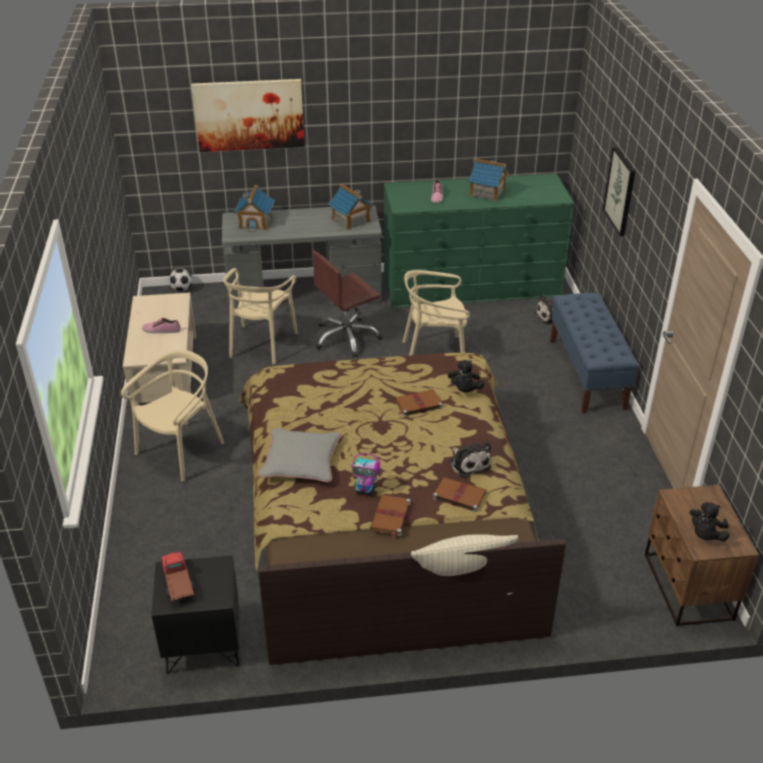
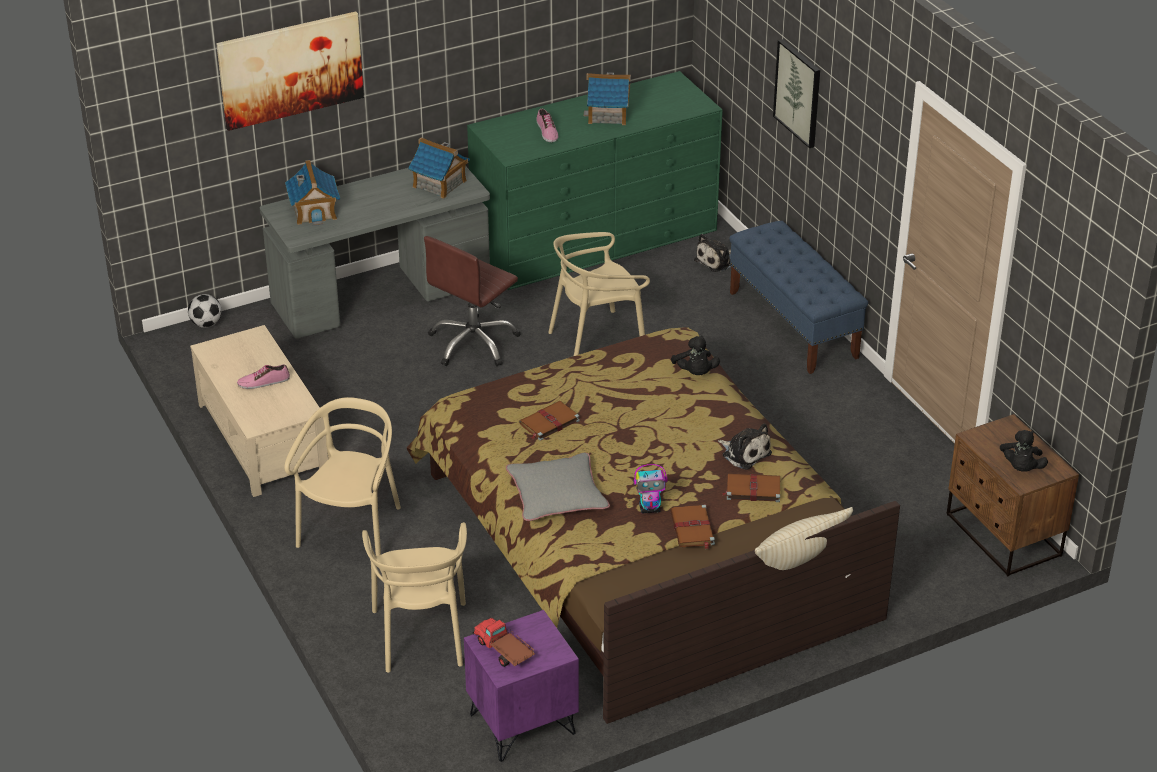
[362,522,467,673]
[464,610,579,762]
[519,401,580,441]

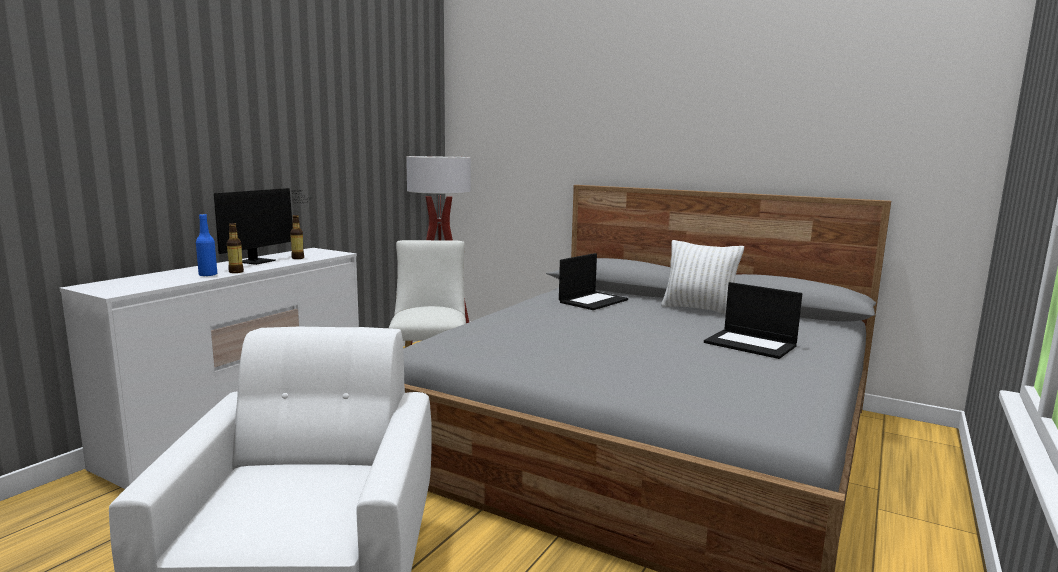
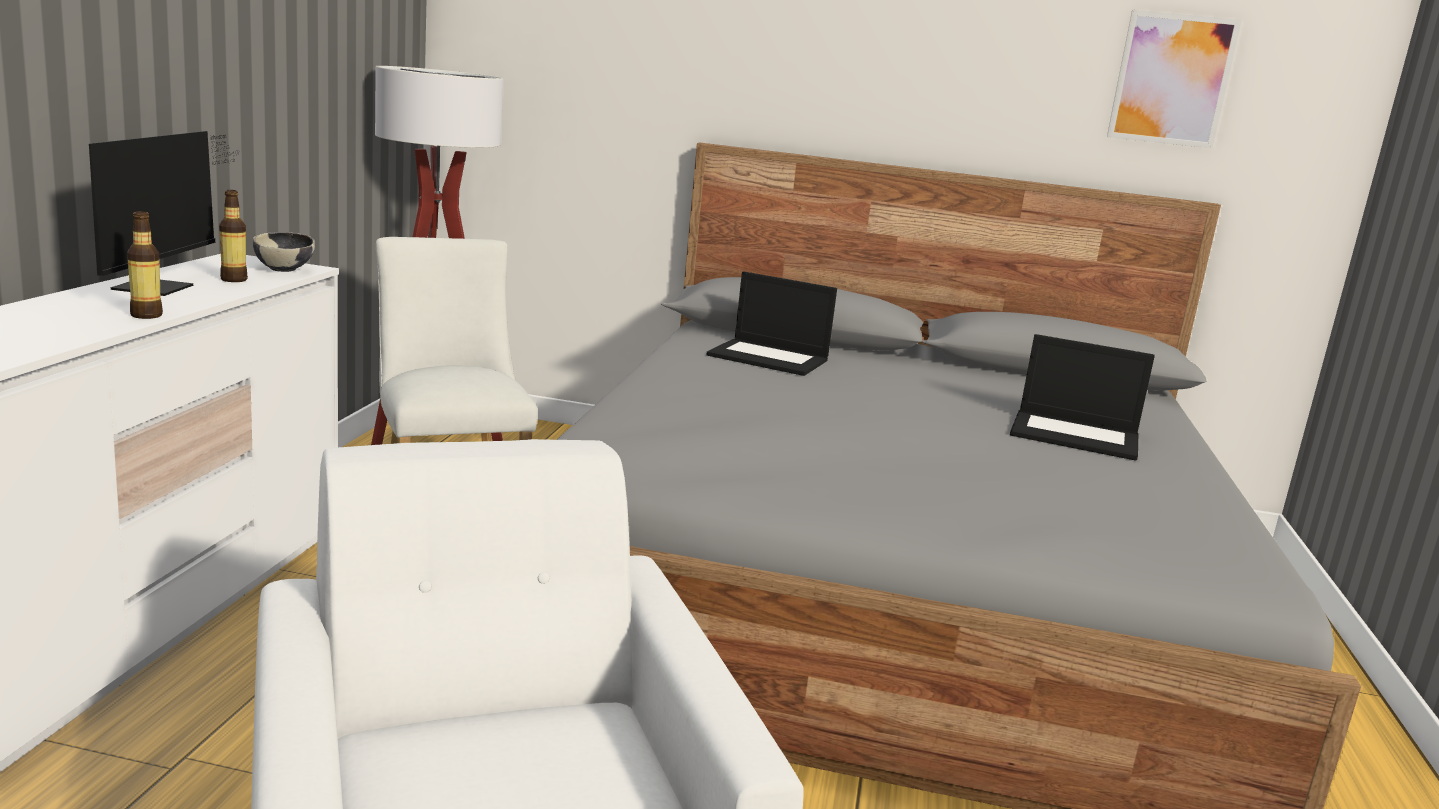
[253,232,315,272]
[707,271,837,376]
[1107,10,1242,149]
[196,214,217,276] (first image)
[661,240,744,315] (first image)

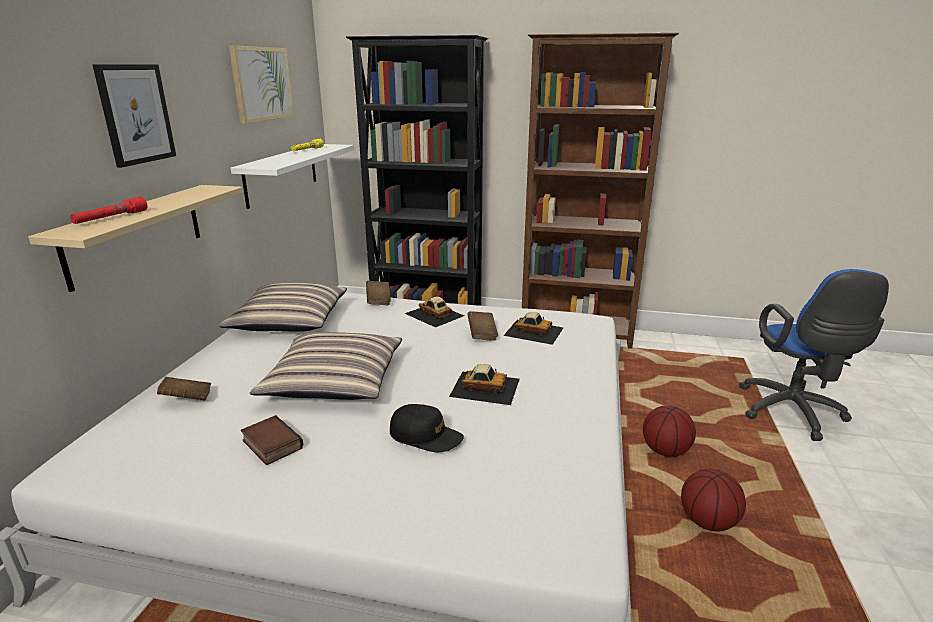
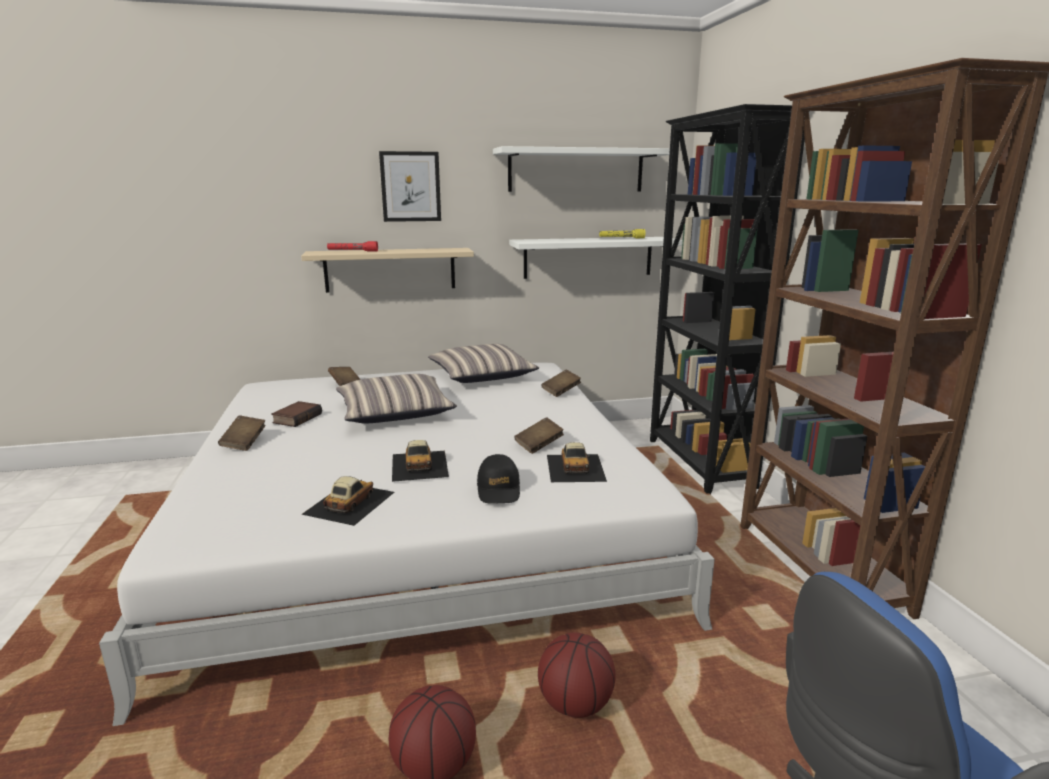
[218,416,266,451]
[301,476,394,526]
[477,454,520,504]
[493,146,670,192]

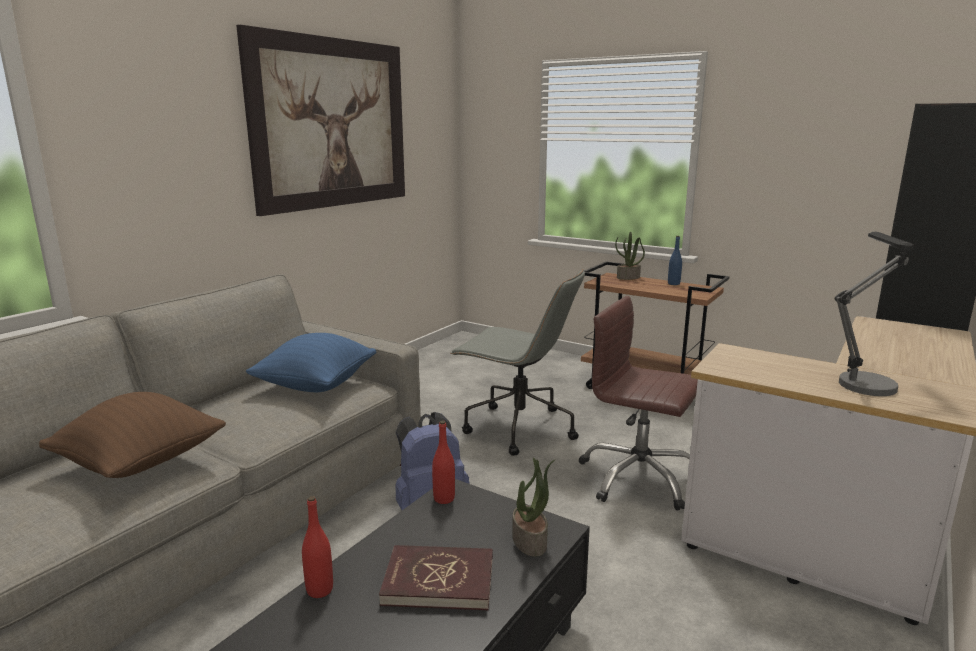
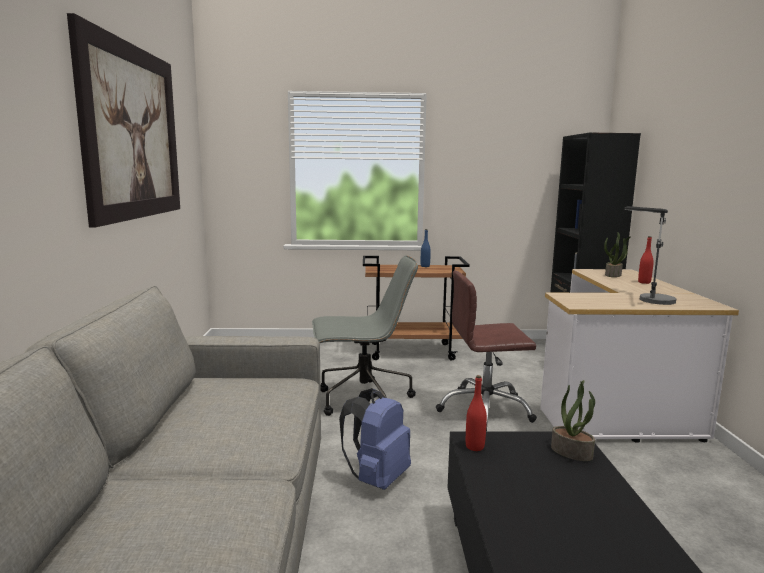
[604,232,630,277]
[638,236,654,284]
[39,392,226,478] (first image)
[246,333,377,392] (first image)
[379,545,493,610] (first image)

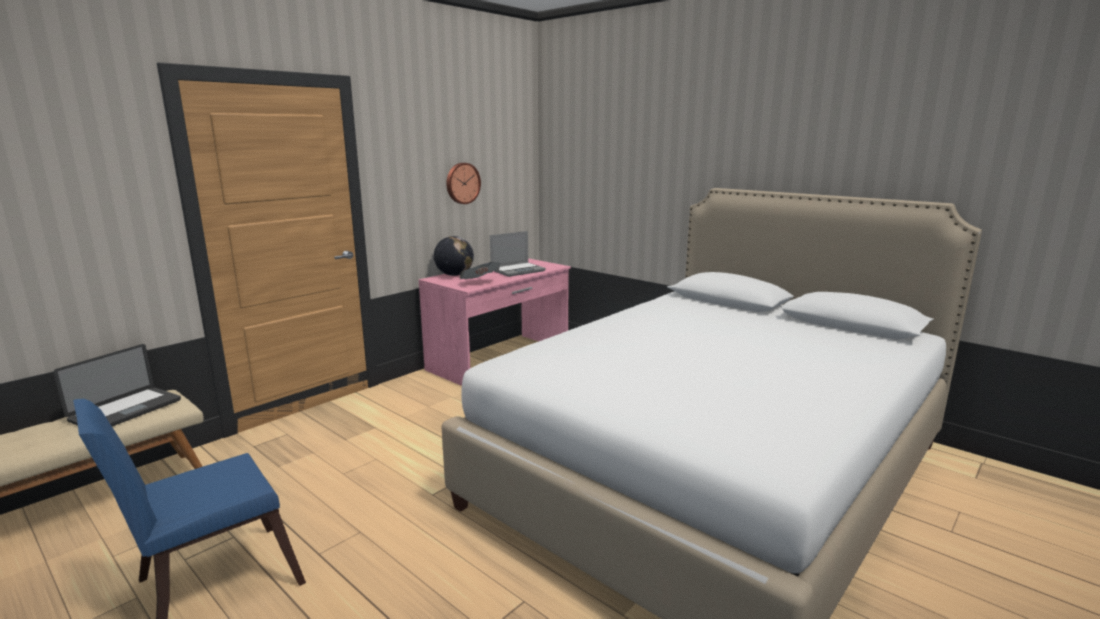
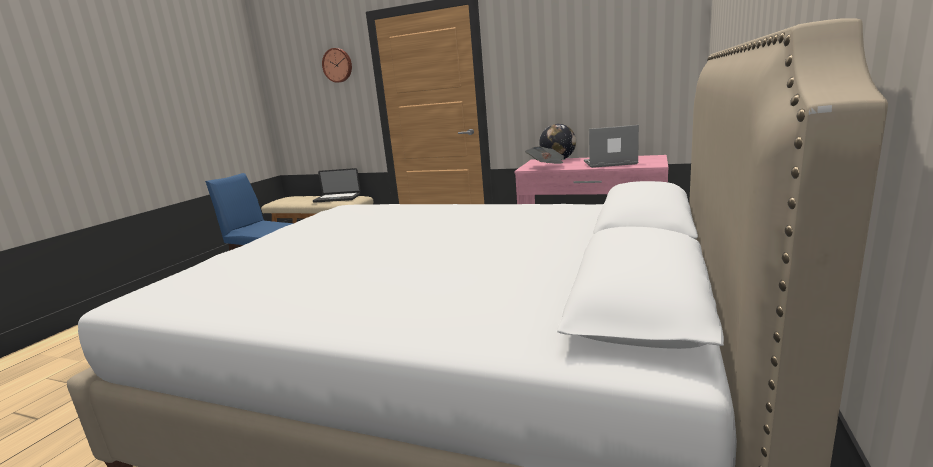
[322,48,352,83]
[584,125,639,168]

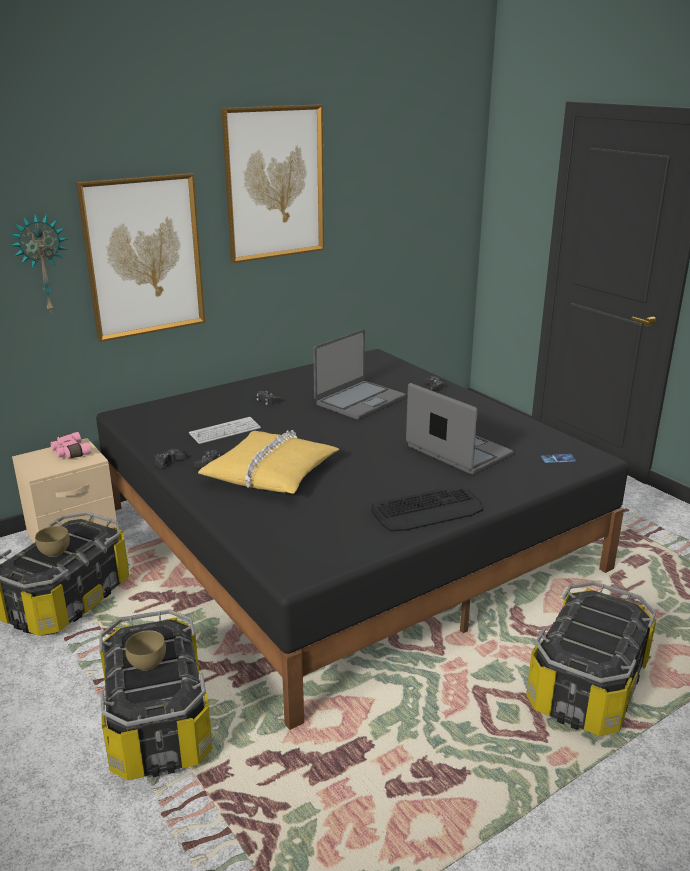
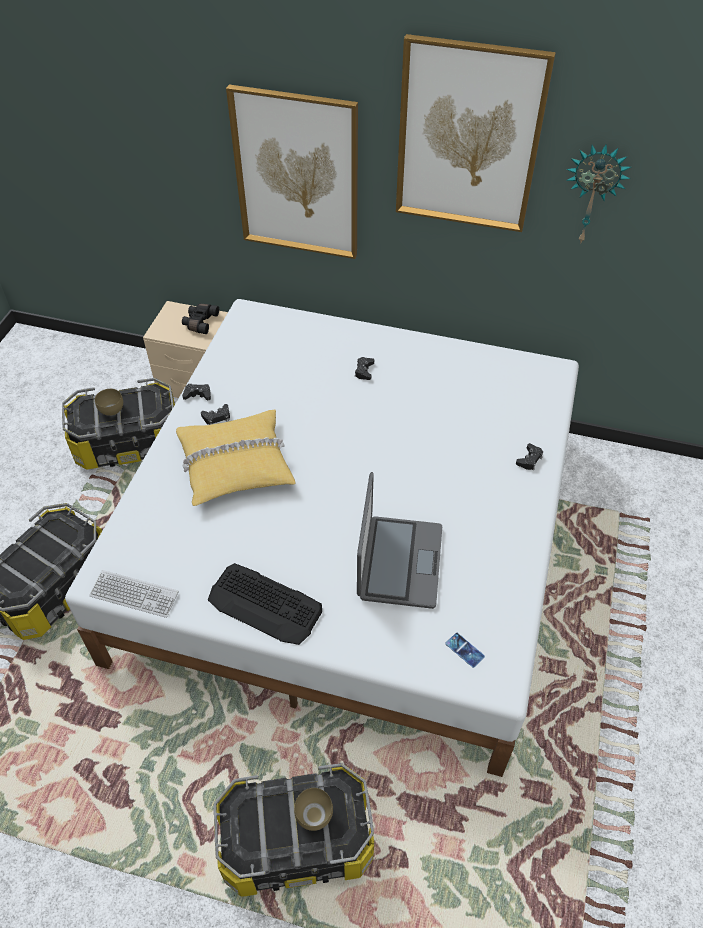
[65,299,579,777]
[89,570,179,618]
[182,304,219,334]
[294,788,333,831]
[566,145,631,244]
[313,329,406,420] (first image)

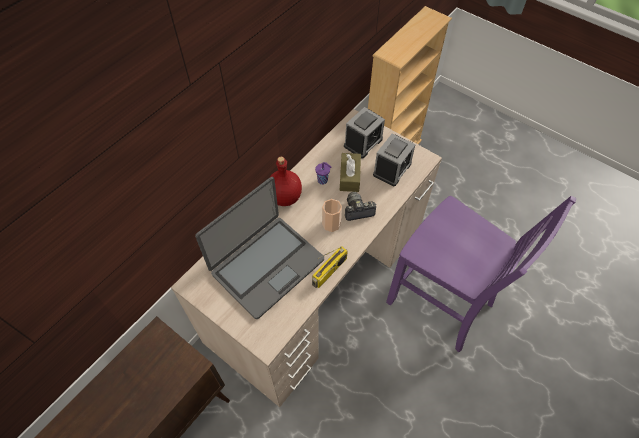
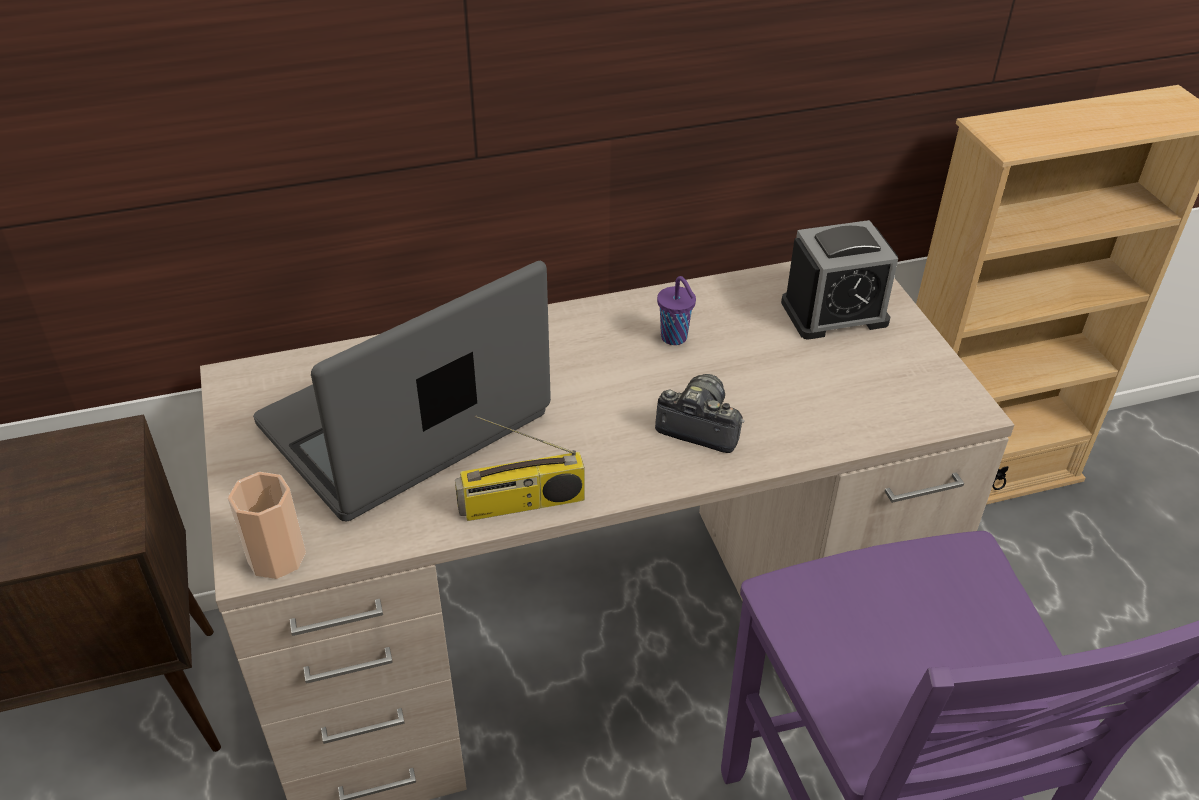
[228,472,306,579]
[253,260,551,521]
[269,157,302,206] (first image)
[339,153,361,192] (first image)
[373,133,415,186] (first image)

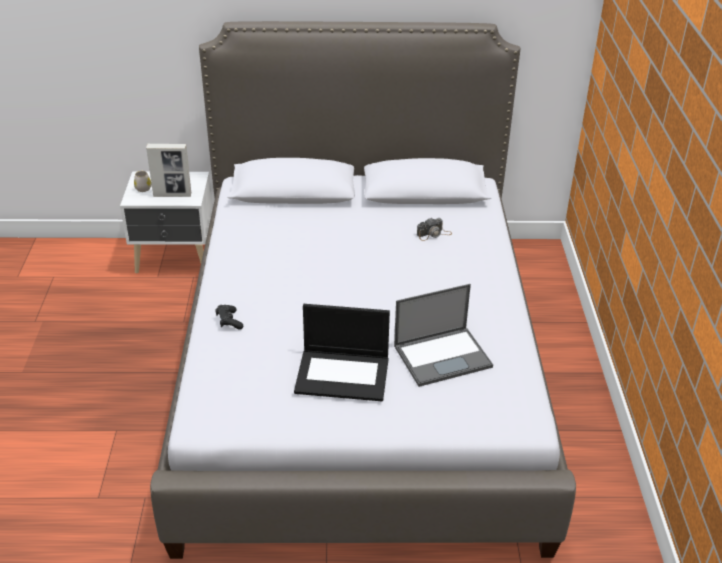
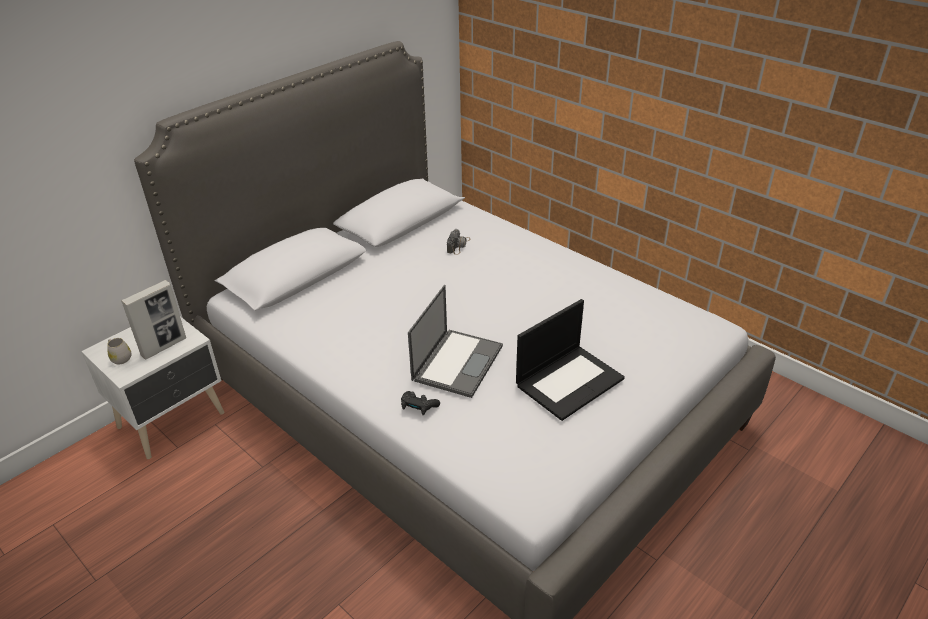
[408,285,503,398]

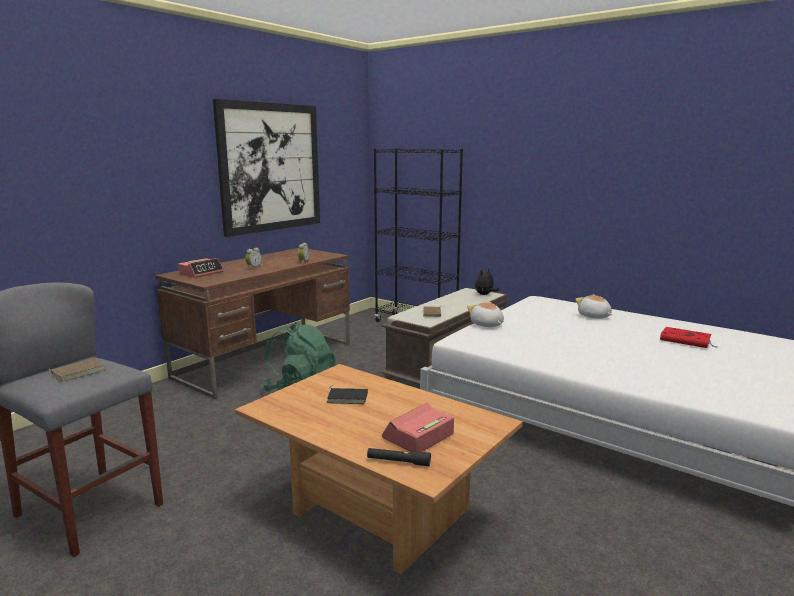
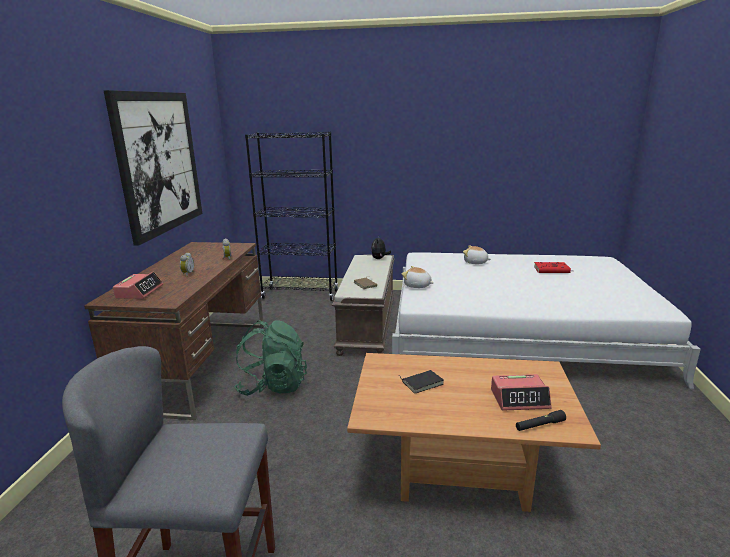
[491,374,552,411]
[49,359,105,382] (first image)

